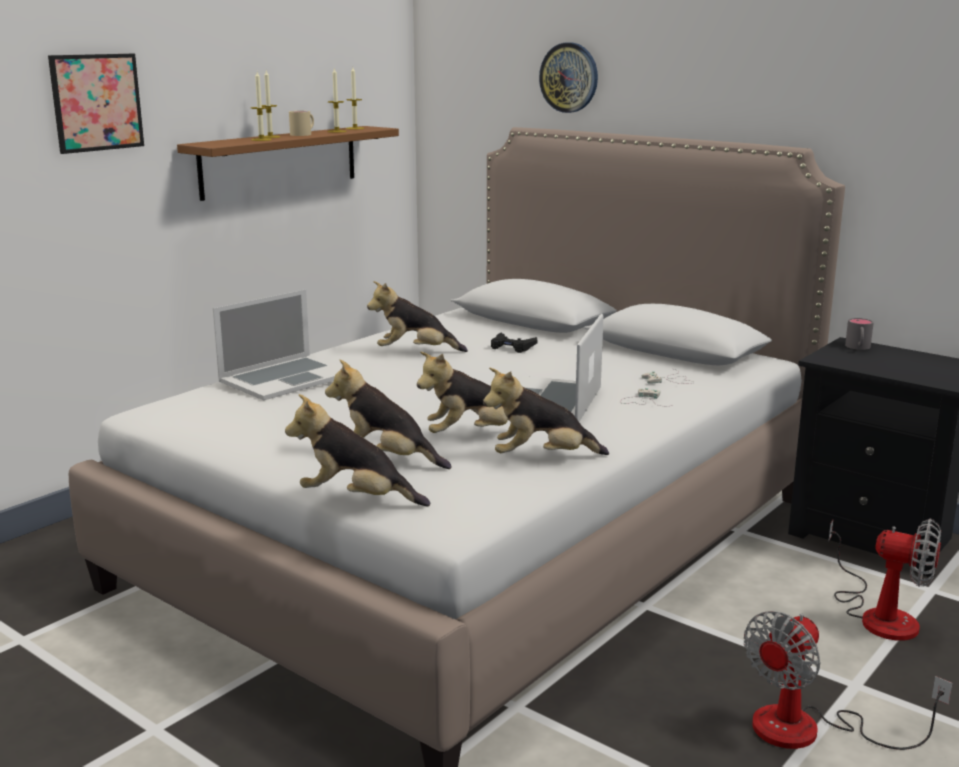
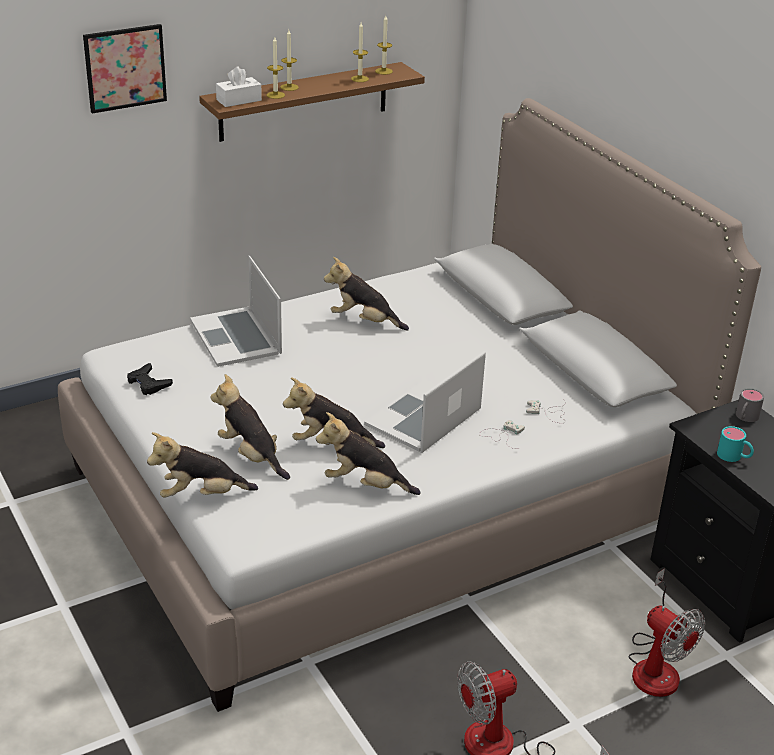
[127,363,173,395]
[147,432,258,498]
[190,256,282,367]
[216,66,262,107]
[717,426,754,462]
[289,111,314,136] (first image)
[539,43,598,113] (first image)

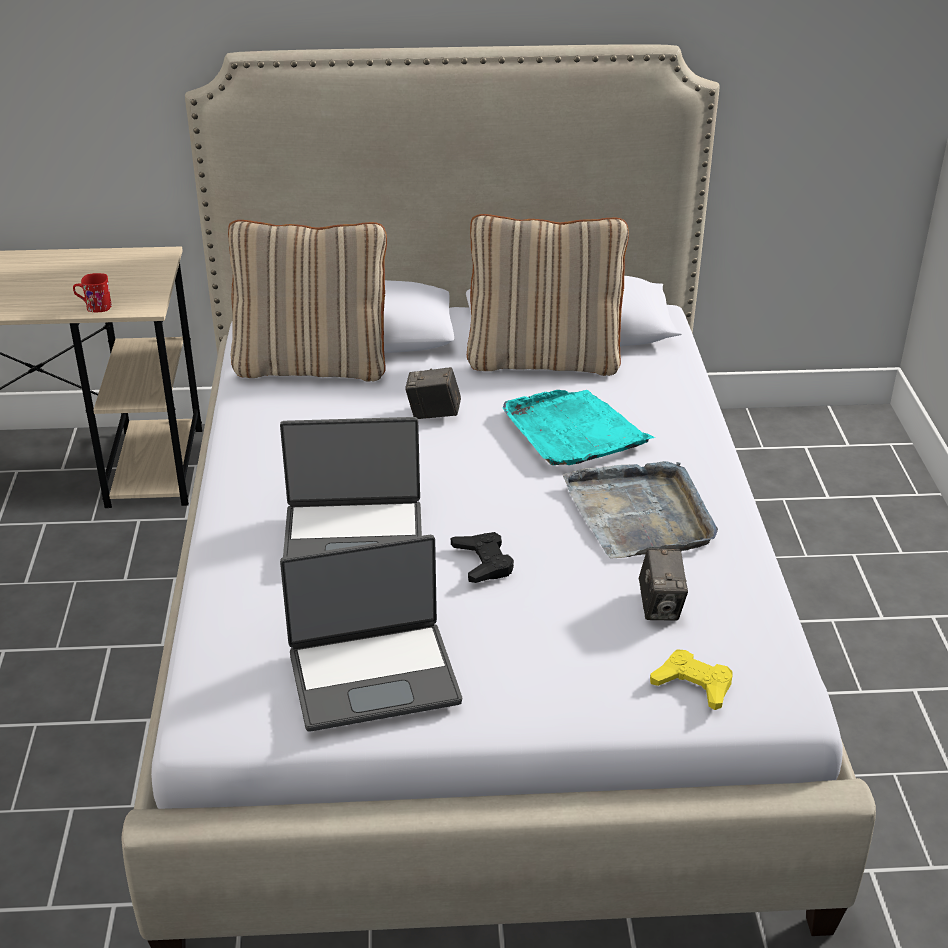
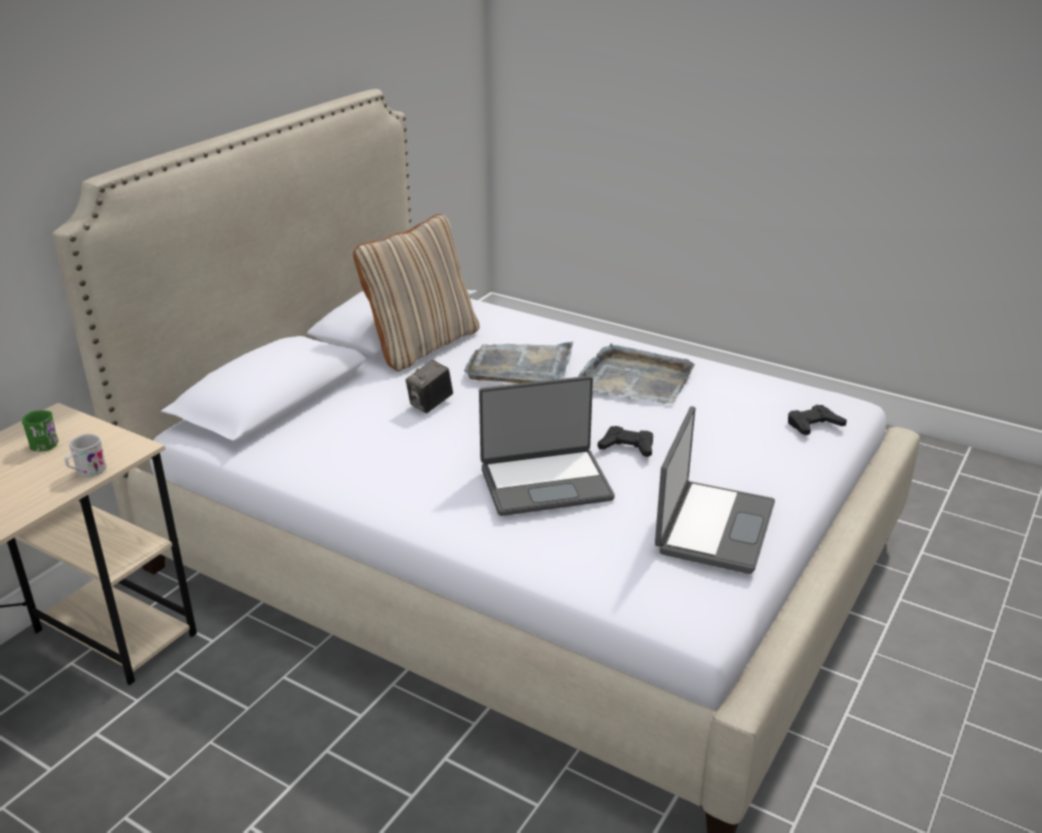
[22,410,58,451]
[65,434,107,478]
[464,342,573,384]
[479,376,615,516]
[788,405,847,435]
[228,220,387,382] (first image)
[639,548,688,621] (first image)

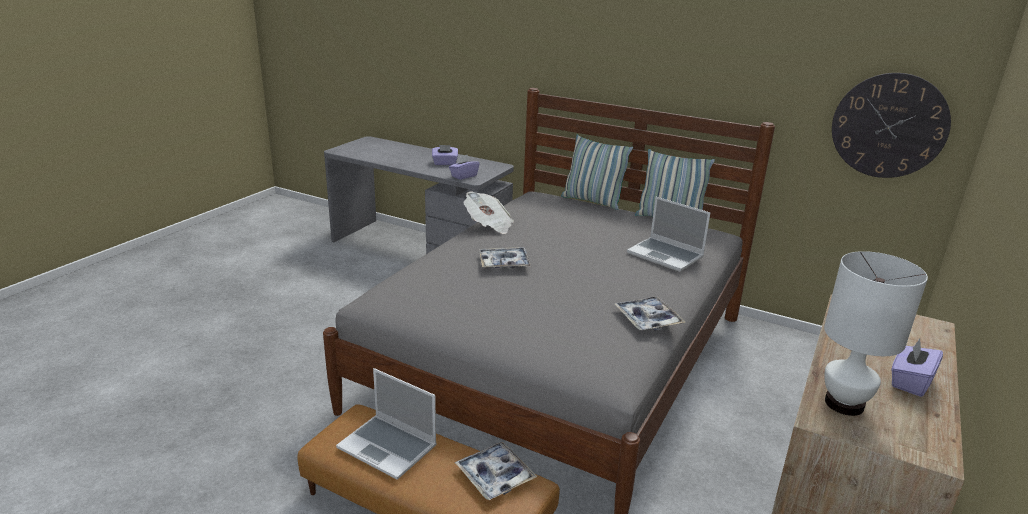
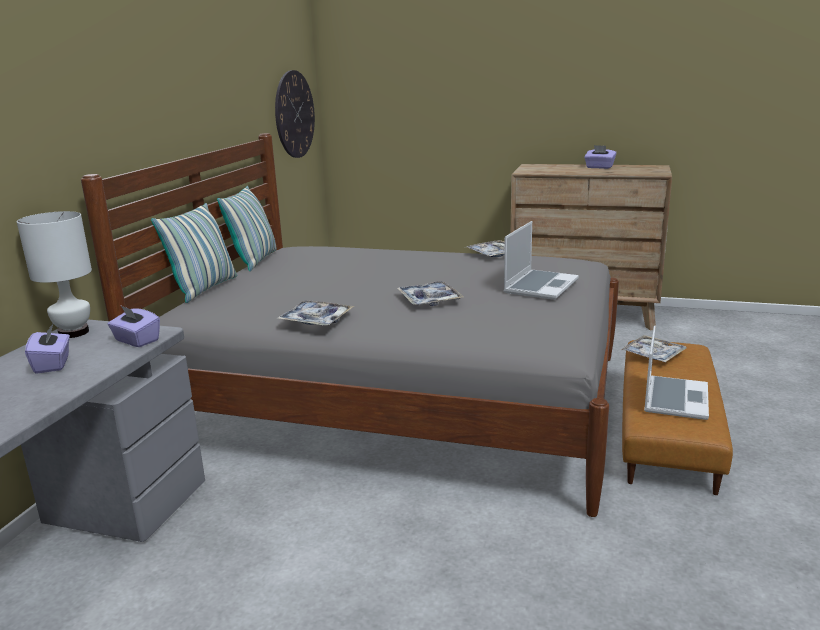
[17,211,92,338]
[276,301,354,325]
[503,221,579,300]

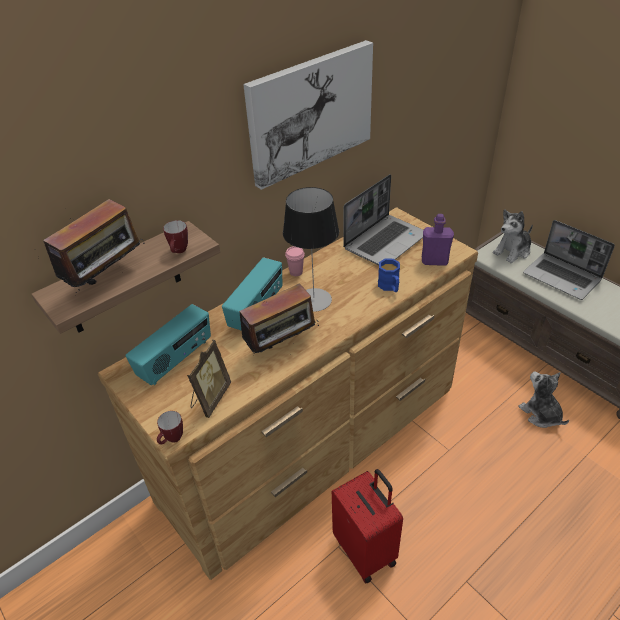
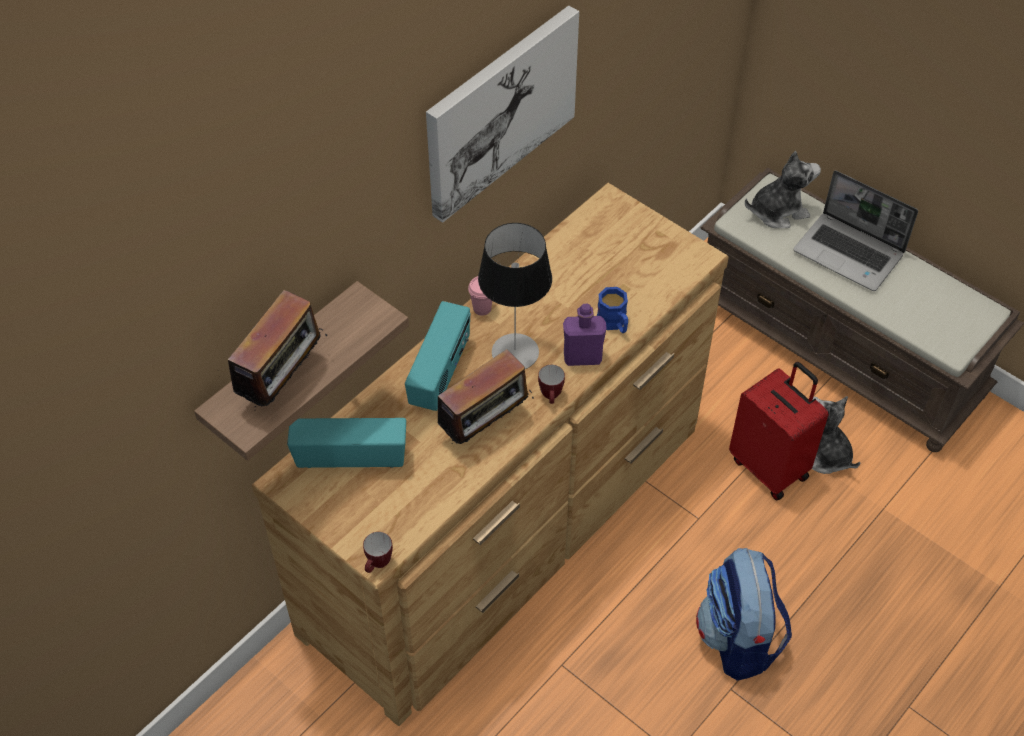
[287,418,406,468]
[538,365,565,404]
[563,304,607,366]
[696,548,792,681]
[729,362,828,500]
[745,151,821,228]
[187,340,231,418] (first image)
[343,174,423,266] (first image)

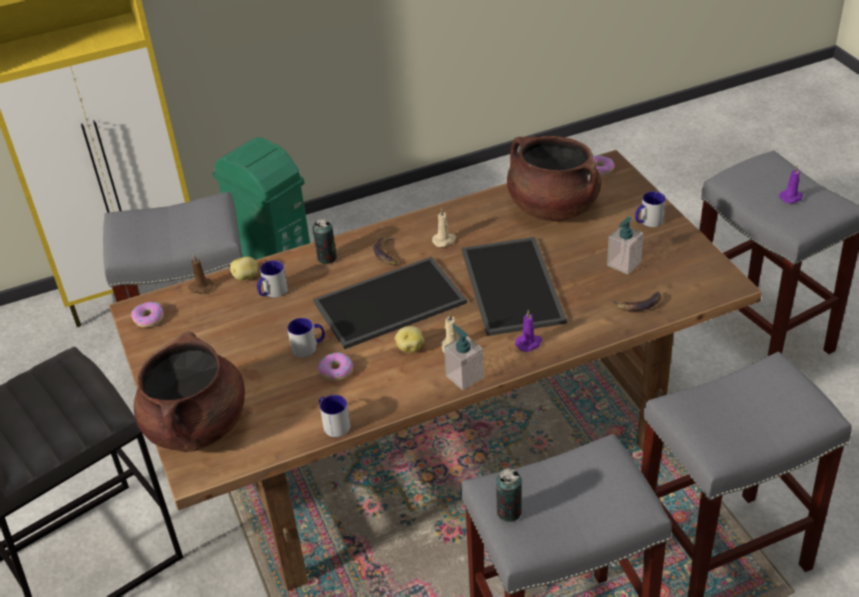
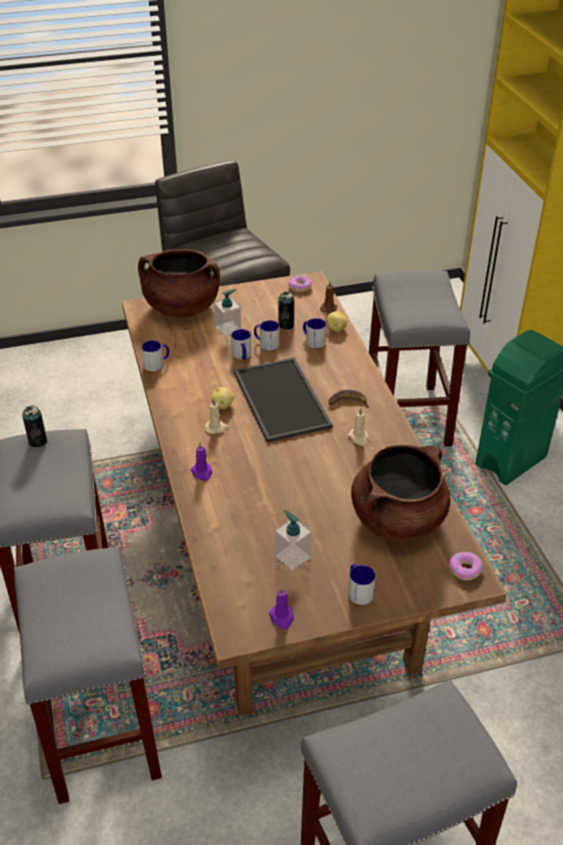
[214,289,241,336]
[254,320,279,351]
[269,587,294,629]
[278,292,294,330]
[318,352,353,381] (first image)
[462,237,567,336] (first image)
[612,292,661,311] (first image)

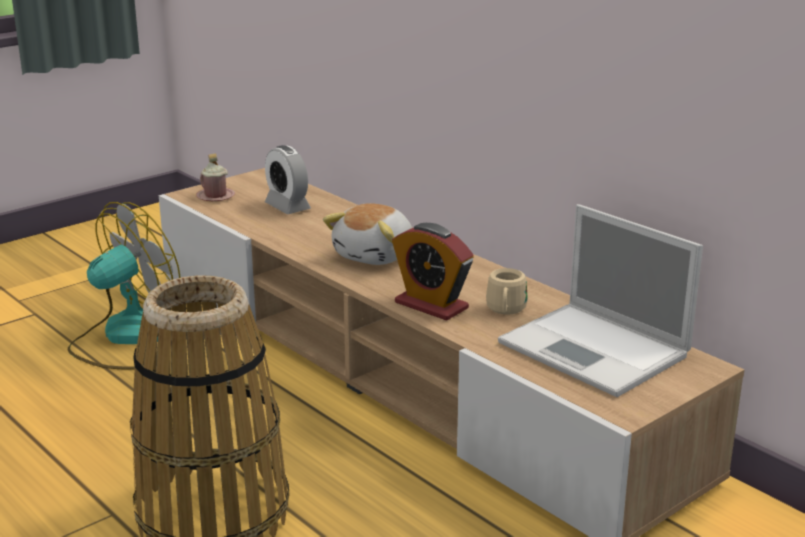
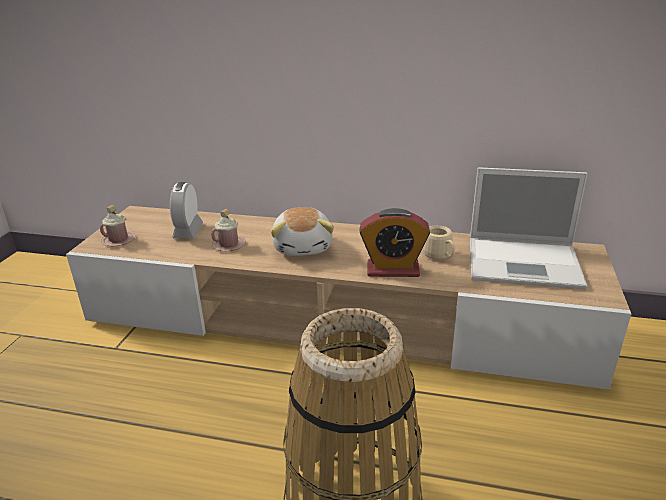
[170,182,203,238]
[211,209,246,251]
[67,202,180,370] (first image)

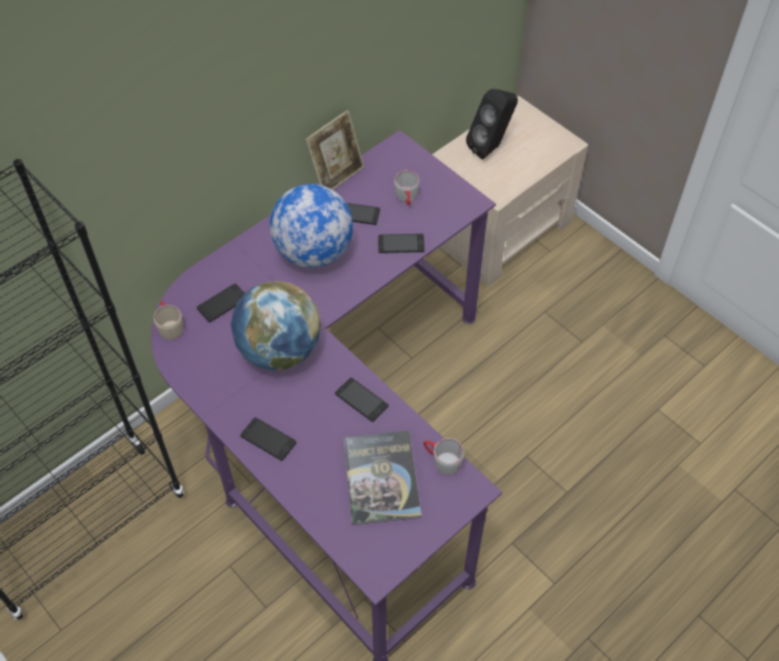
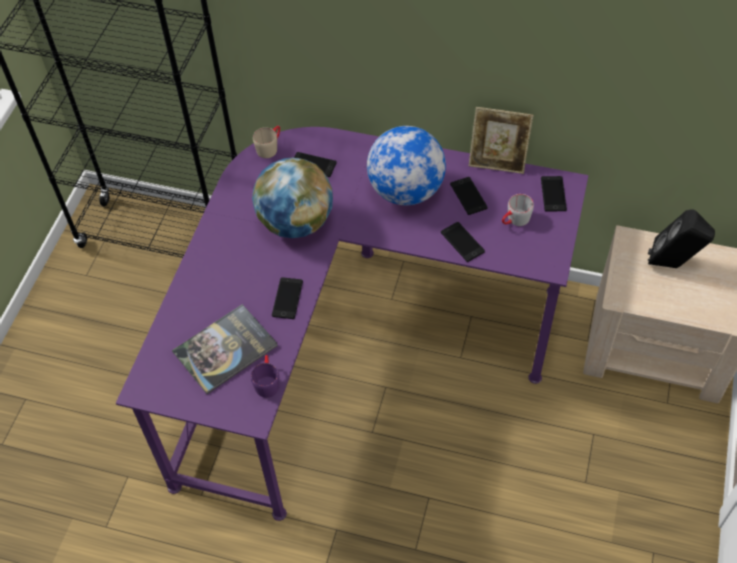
[251,355,279,398]
[541,176,567,211]

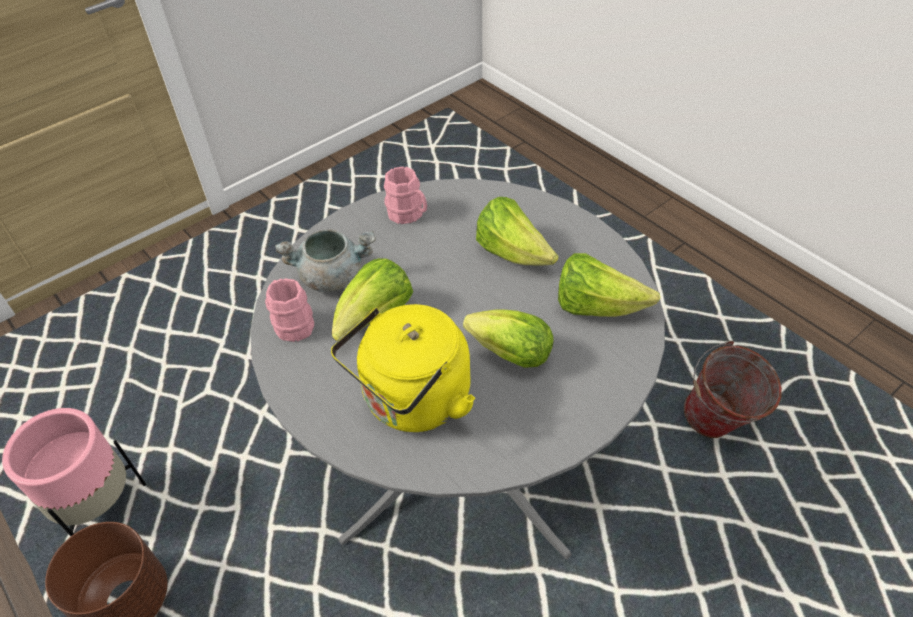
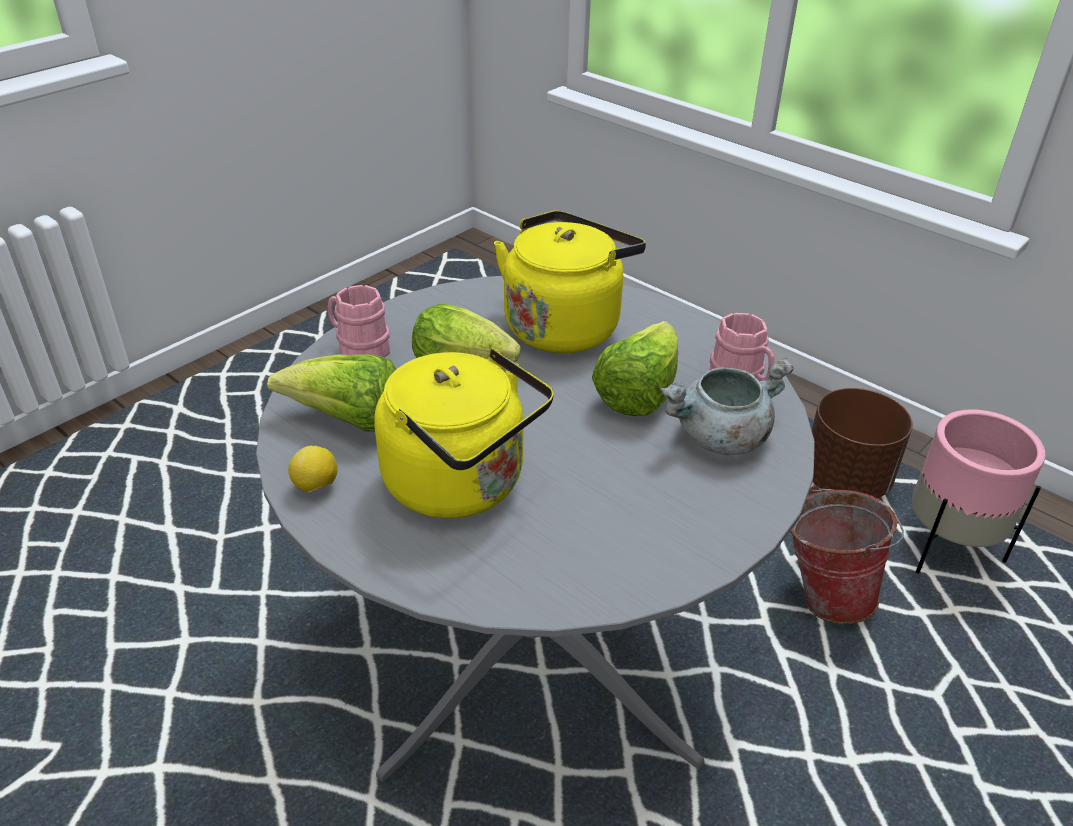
[288,445,337,493]
[328,285,390,358]
[375,348,554,518]
[790,486,904,624]

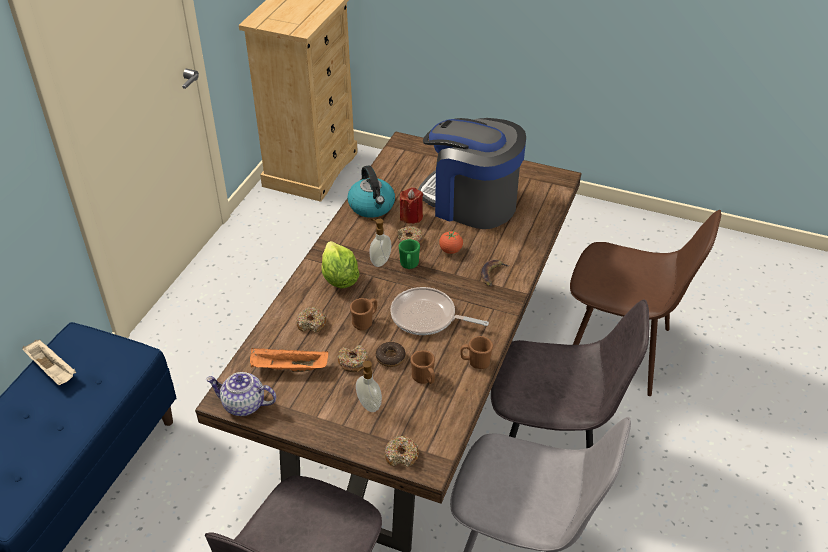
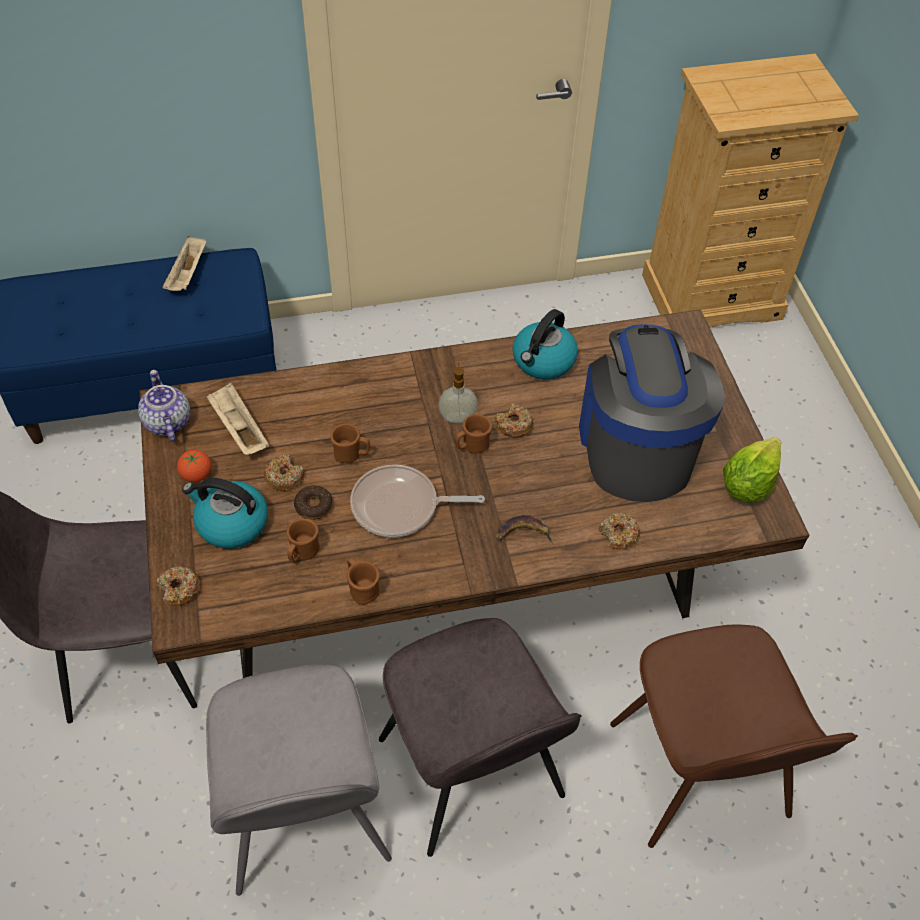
[177,450,212,483]
[182,478,268,549]
[207,383,269,455]
[350,464,485,538]
[455,414,492,454]
[599,512,640,550]
[723,437,781,503]
[400,187,423,224] (first image)

